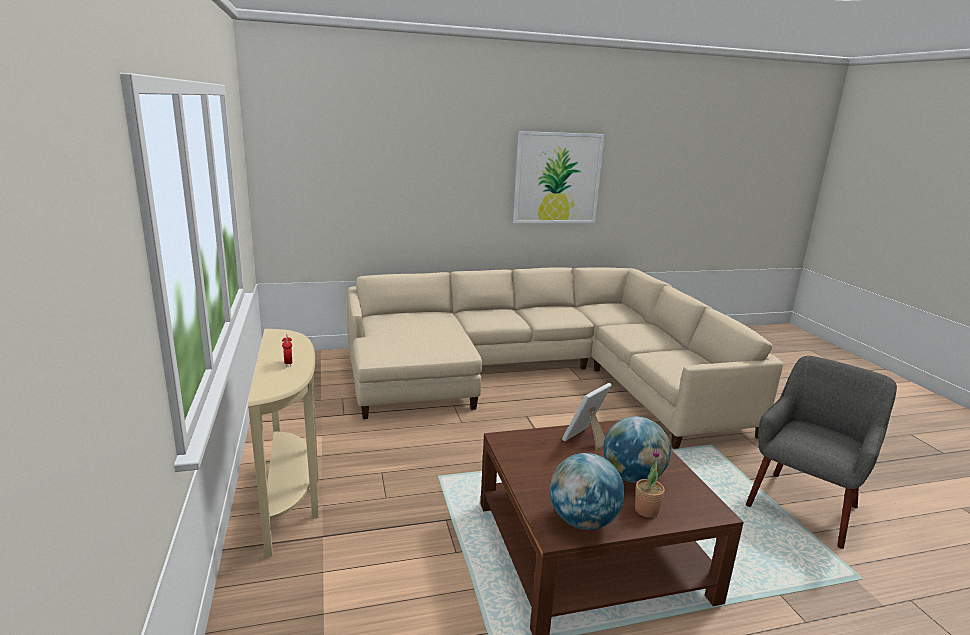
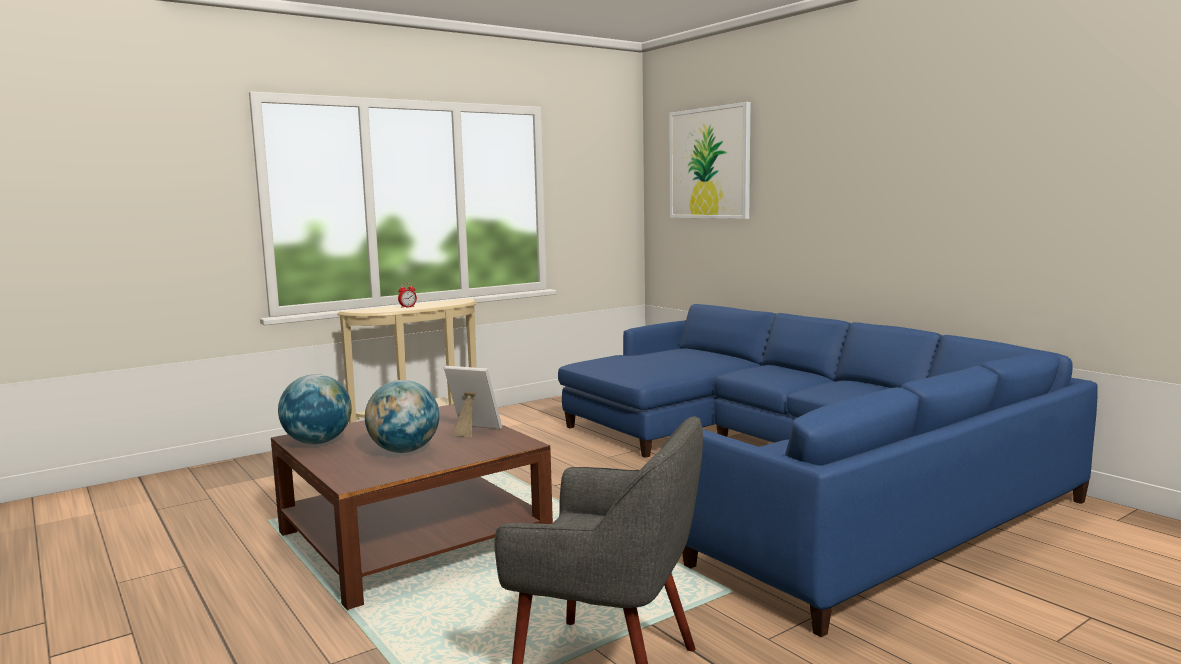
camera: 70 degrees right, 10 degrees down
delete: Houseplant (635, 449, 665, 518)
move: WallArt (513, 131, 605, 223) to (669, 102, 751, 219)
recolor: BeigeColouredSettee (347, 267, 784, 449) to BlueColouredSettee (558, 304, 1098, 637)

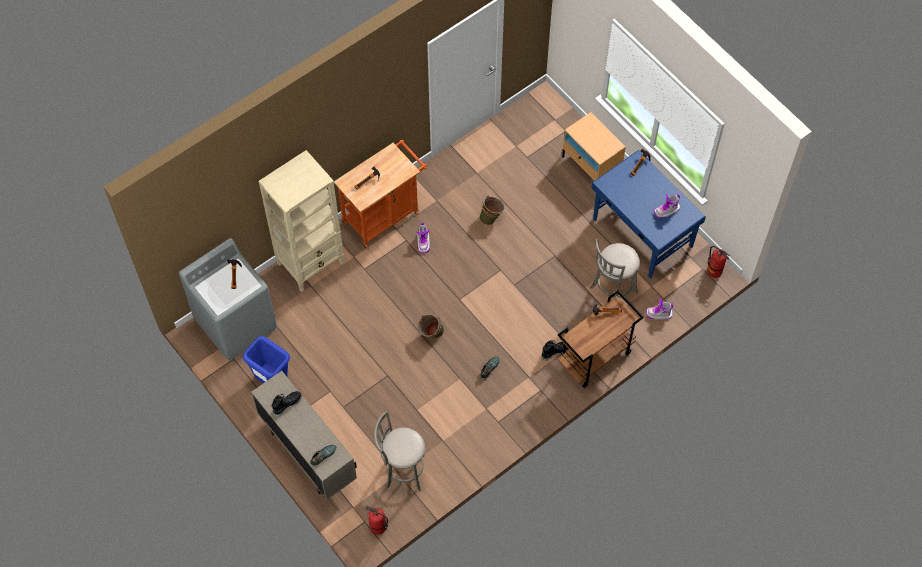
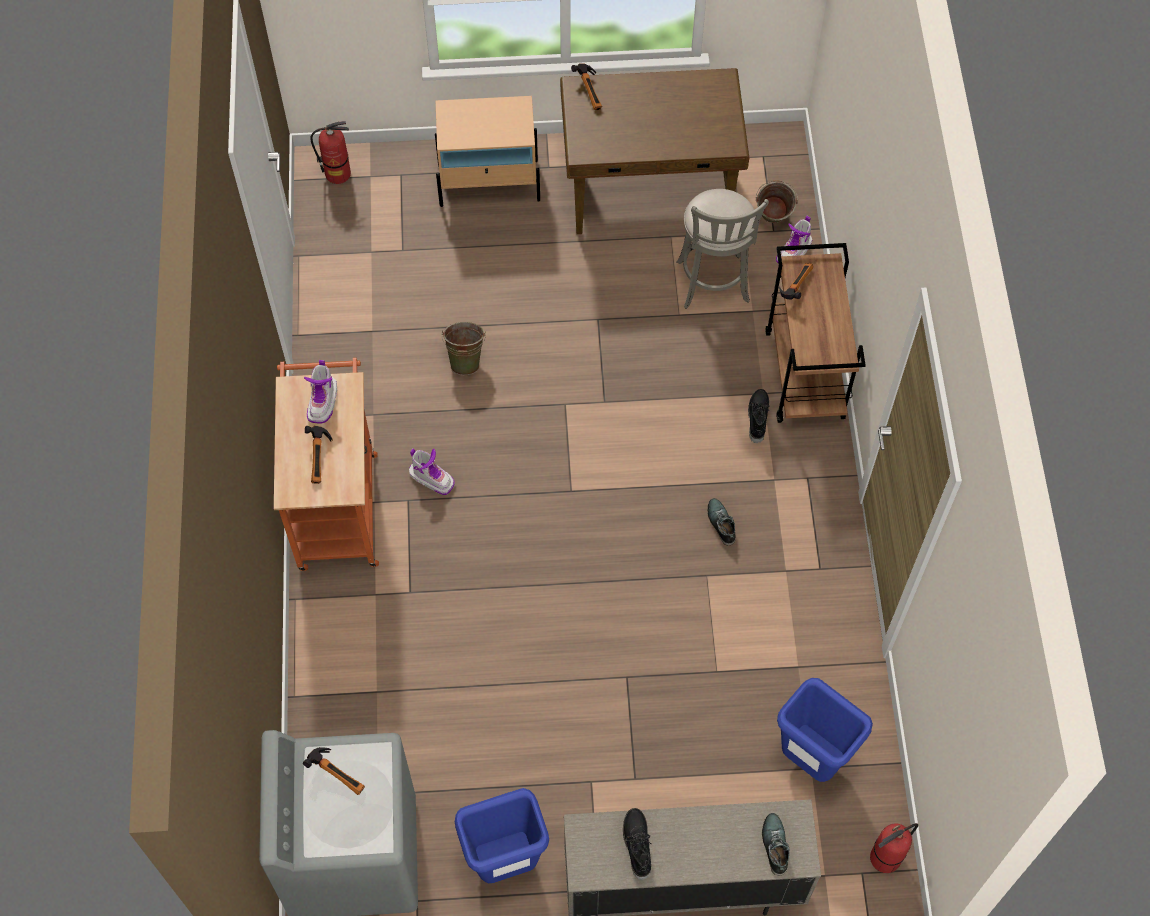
camera: 55 degrees left, 0 degrees up
delete: BeigeColouredBookcase (259, 150, 344, 292)
move: HighTopBoot (654, 194, 680, 218) to (304, 360, 337, 424); FireFightingCylinder (707, 246, 729, 278) to (310, 121, 351, 184); GreenColouredBucket (418, 313, 444, 338) to (756, 180, 798, 223)
replace: GraySittingStool (374, 410, 425, 491) to BlueColouredTrashCan (777, 678, 873, 782)
recolor: BlueColouredDeskTable (591, 150, 706, 279) to BrownishDeskTable (560, 68, 749, 234)

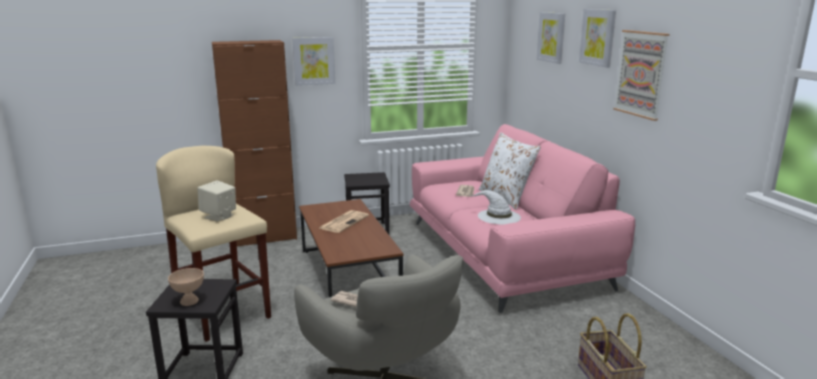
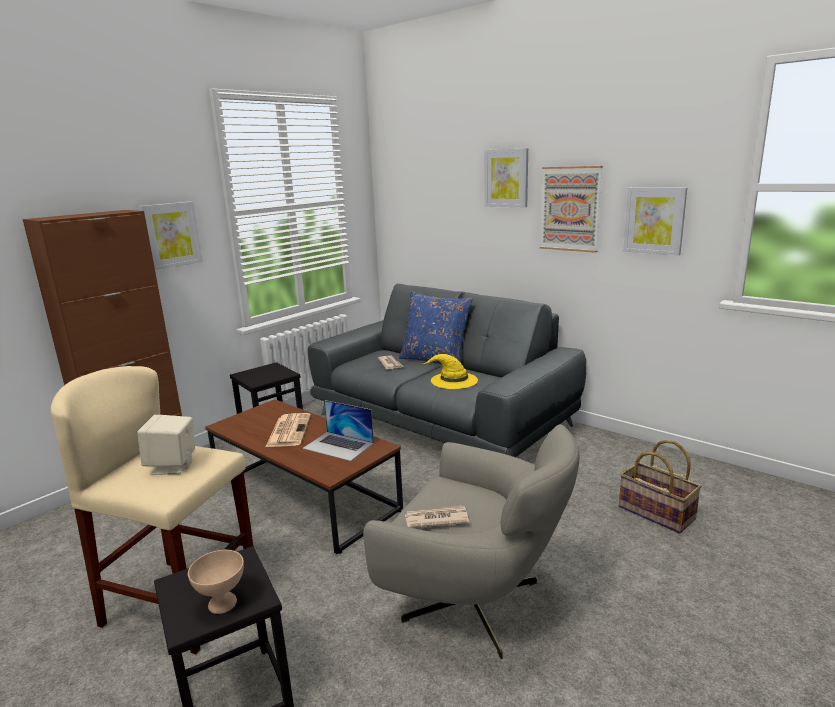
camera: 30 degrees left, 0 degrees up
insert: PortableComputer (303, 400, 374, 461)
move: WallArt (536, 12, 565, 64) to (623, 187, 687, 255)
recolor: PinkSettee (410, 124, 635, 313) to GraySettee (308, 284, 586, 457); WhitishPillow (479, 132, 541, 210) to BlueColouredPillow (399, 291, 473, 364); WhitishClothingHat (470, 190, 521, 225) to YellowishClothingHat (420, 354, 478, 389)

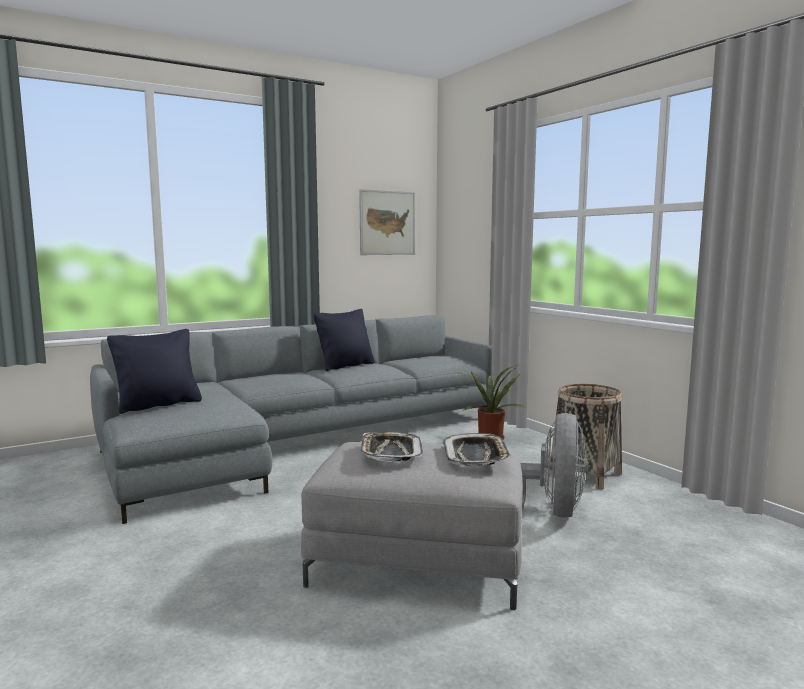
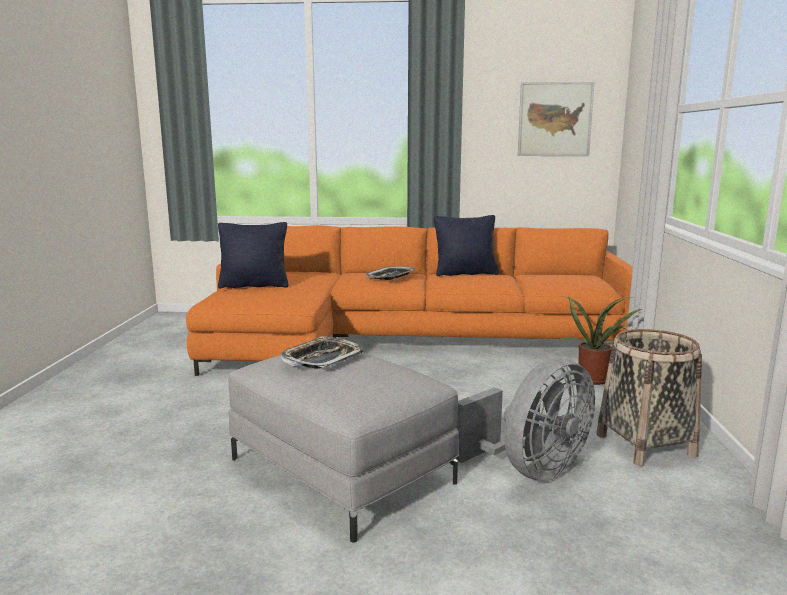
camera: 35 degrees right, 5 degrees up
move: Tray (443, 433, 511, 466) to (366, 266, 416, 280)
recolor: GraySettee (90, 315, 492, 524) to OrangeColouredSettee (186, 225, 632, 376)

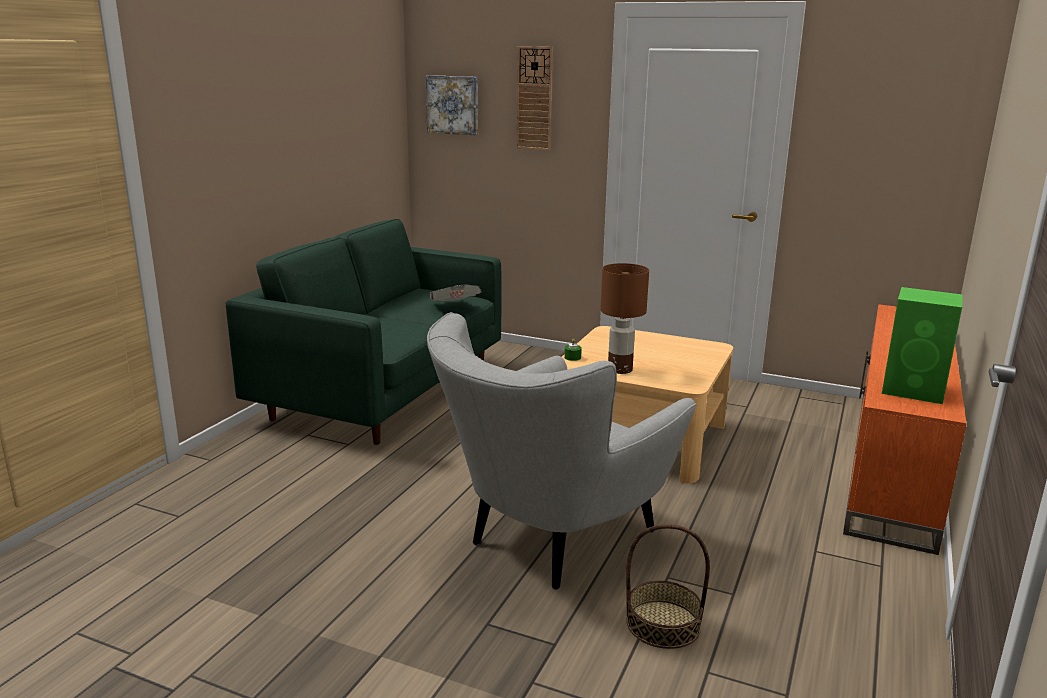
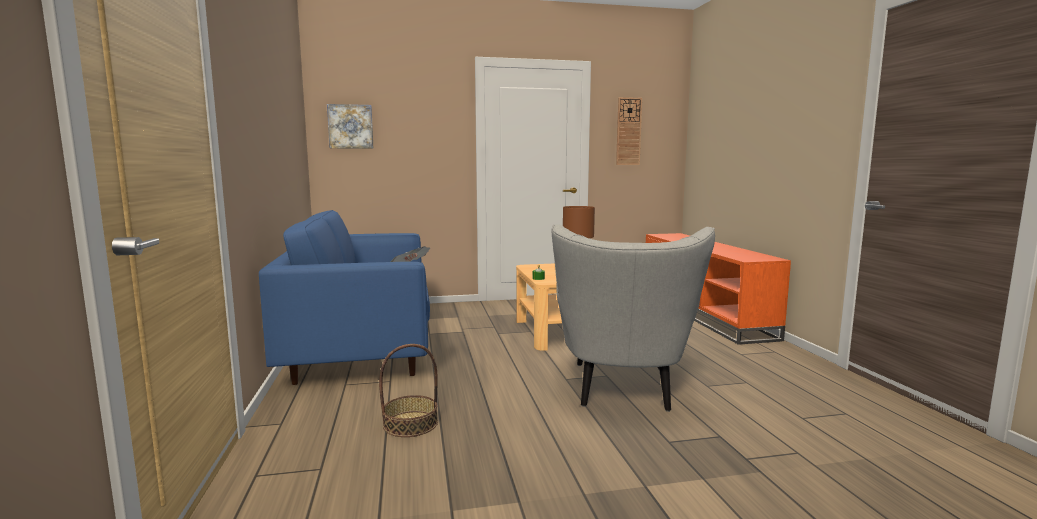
camera: 35 degrees left, 10 degrees down
delete: GreenColouredAudioSpeaker (882, 287, 963, 404)
move: HangingClock (516, 46, 553, 151) to (616, 97, 642, 165); StorageBasket (626, 524, 710, 649) to (379, 344, 438, 437)
recolor: GreenColouredSettee (226, 219, 501, 445) to BlueColouredSettee (259, 210, 430, 385)

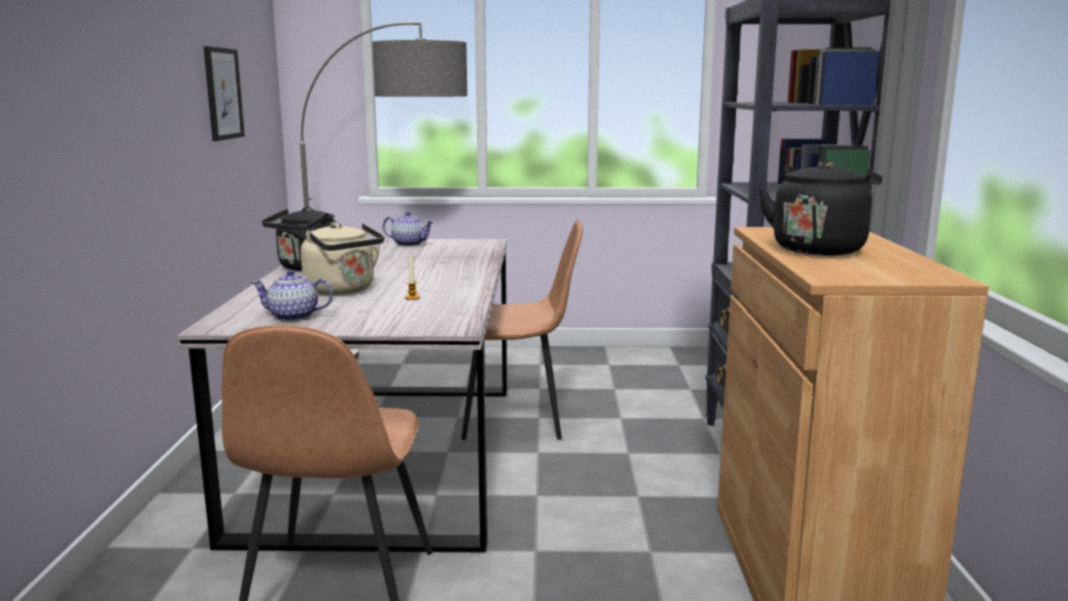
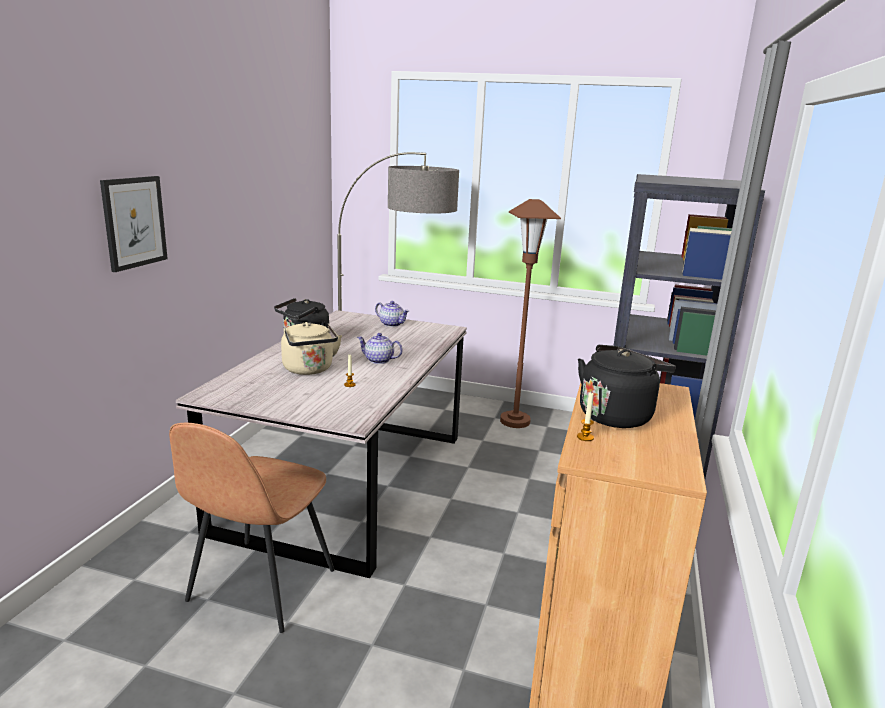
camera: 15 degrees right, 5 degrees up
delete: BrownishChair (461, 219, 583, 440)
insert: BrownishStandingLamp (500, 199, 561, 428); Candle (577, 391, 594, 441)
move: WallArt (204, 46, 245, 141) to (100, 176, 168, 272); TeaPot (251, 269, 333, 321) to (357, 333, 403, 364)

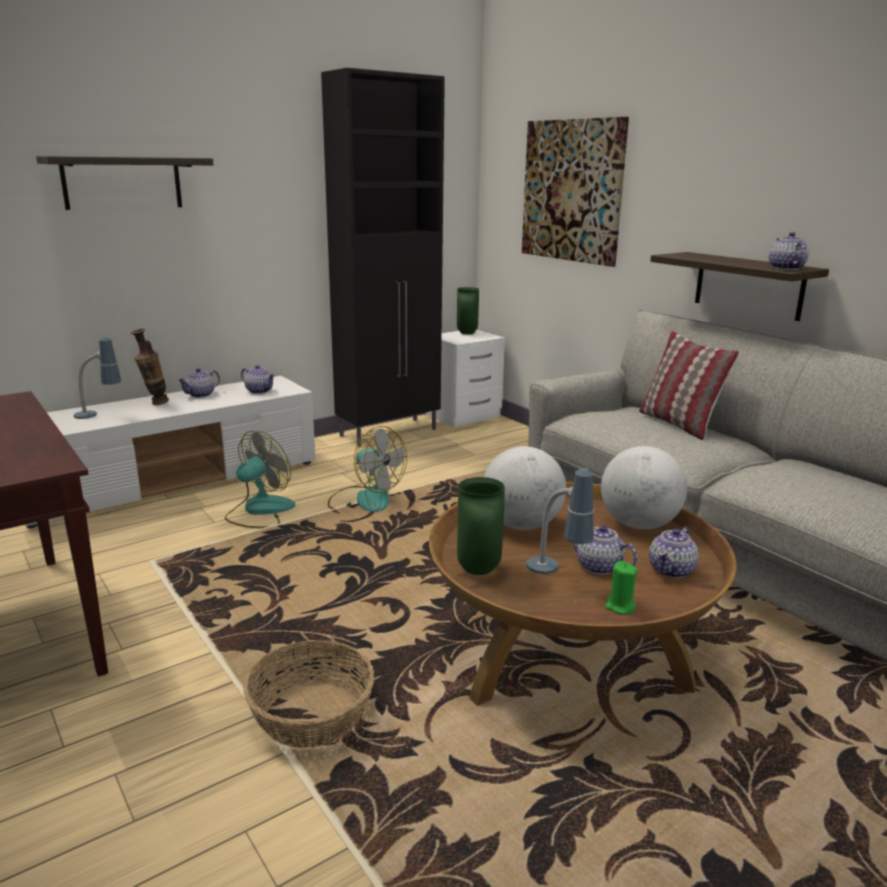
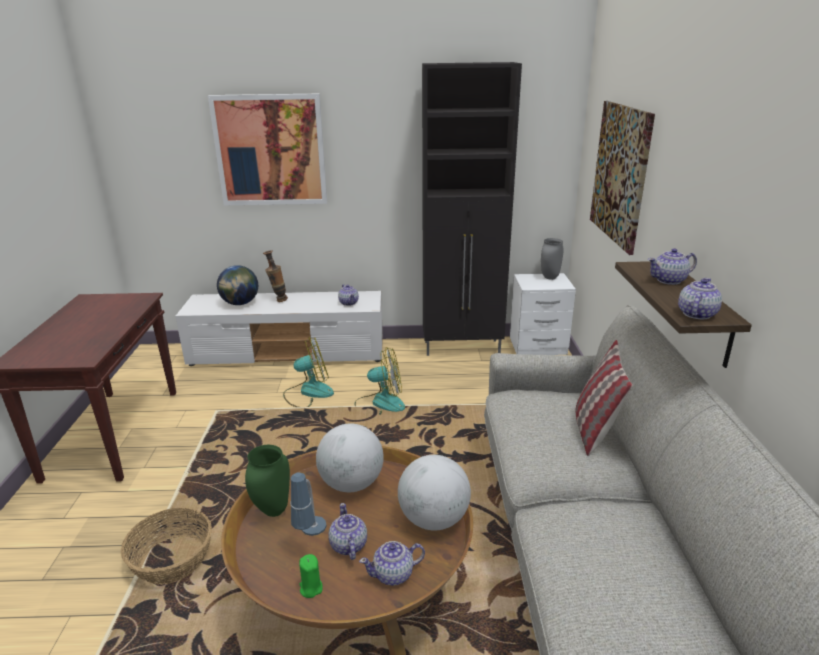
camera: 35 degrees right, 5 degrees up
move: TeaPot (177, 368, 220, 398) to (648, 248, 697, 285)
replace: BracketShelf (36, 156, 213, 210) to WallArt (208, 94, 327, 205); TableLamp (73, 337, 121, 419) to DeskGlobe (217, 265, 258, 305)
recolor: GreenColouredFlowerVase (457, 287, 479, 334) to GrayFlowerVase (541, 238, 564, 280)
rotate: CoolingFan (328, 426, 407, 512) = (354, 347, 405, 415) 75 degrees counterclockwise

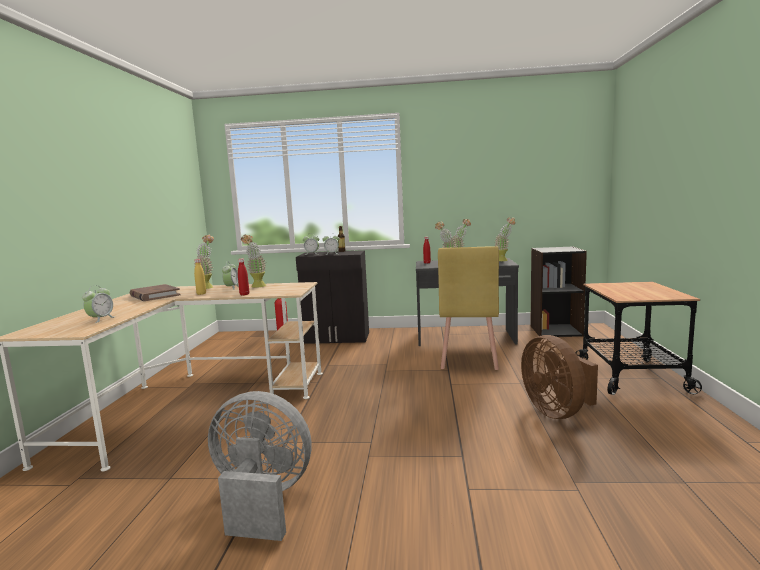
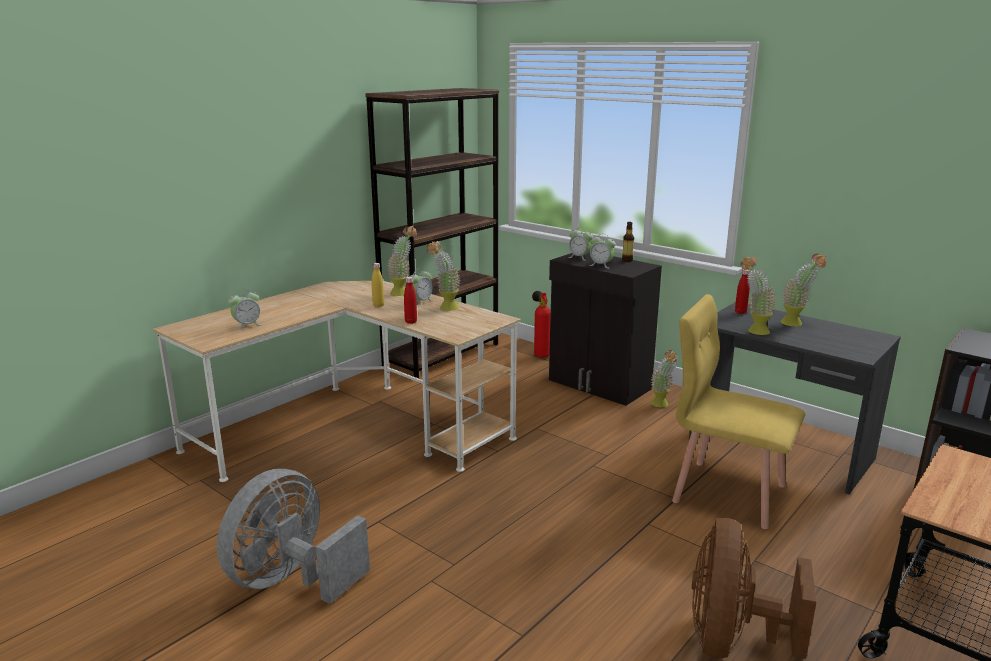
camera: 35 degrees right, 10 degrees up
delete: BrownishBoundBook (130, 284, 181, 301)
insert: BrownishBookcase (365, 88, 499, 379)
move: Houseplant (495, 217, 515, 261) to (651, 350, 678, 408)
rotate: YellowishChair (438, 246, 499, 370) = (672, 294, 806, 529) 75 degrees clockwise; GrayCoolingFan (208, 391, 312, 541) = (217, 469, 370, 604) 105 degrees counterclockwise

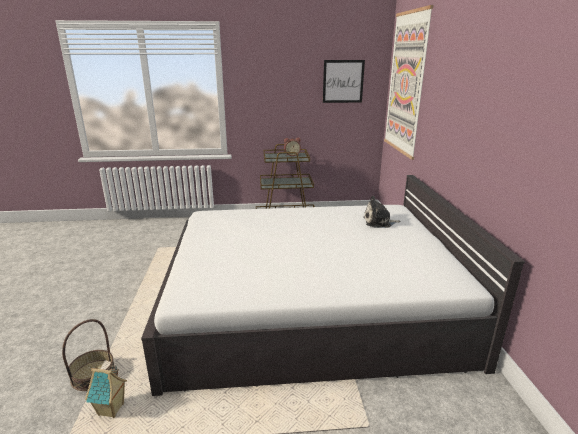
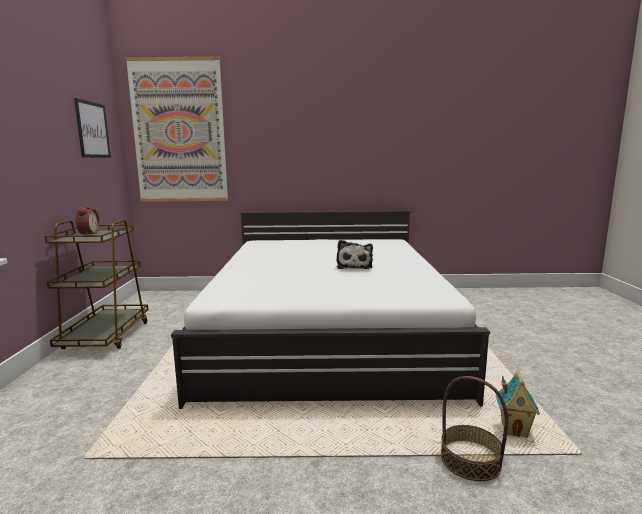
camera: 85 degrees left, 10 degrees down
move: PlushToy (363, 196, 401, 228) to (336, 240, 373, 269)

